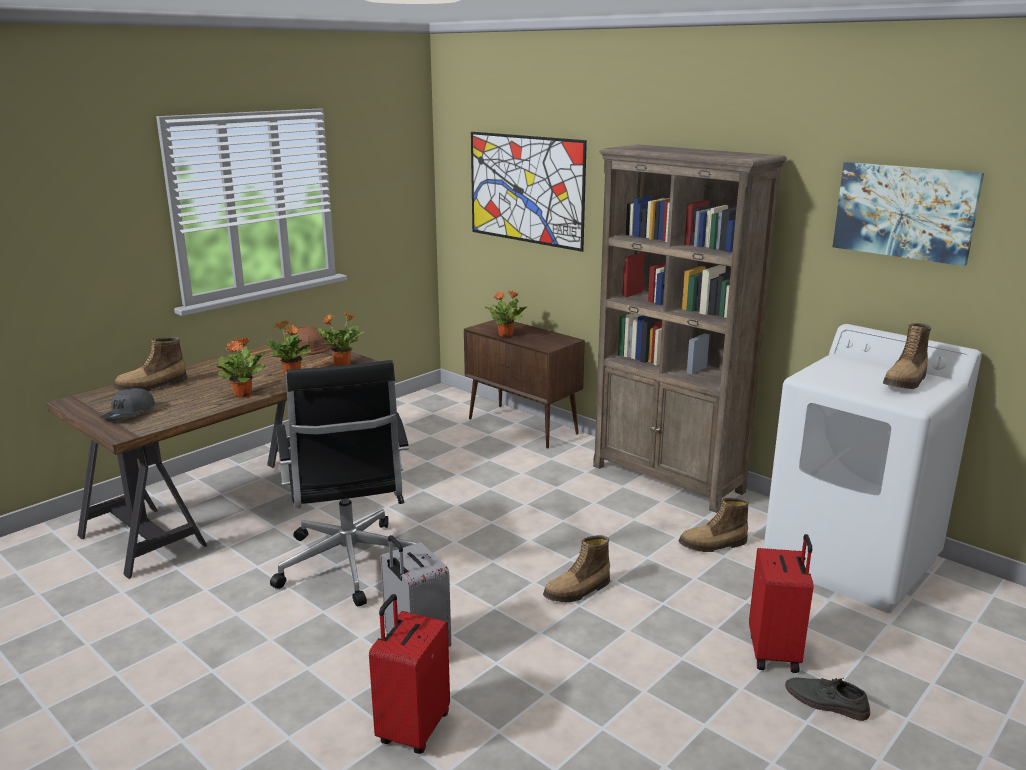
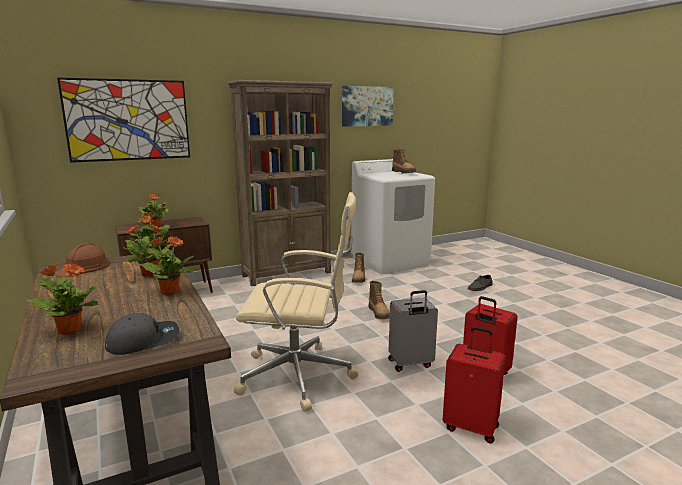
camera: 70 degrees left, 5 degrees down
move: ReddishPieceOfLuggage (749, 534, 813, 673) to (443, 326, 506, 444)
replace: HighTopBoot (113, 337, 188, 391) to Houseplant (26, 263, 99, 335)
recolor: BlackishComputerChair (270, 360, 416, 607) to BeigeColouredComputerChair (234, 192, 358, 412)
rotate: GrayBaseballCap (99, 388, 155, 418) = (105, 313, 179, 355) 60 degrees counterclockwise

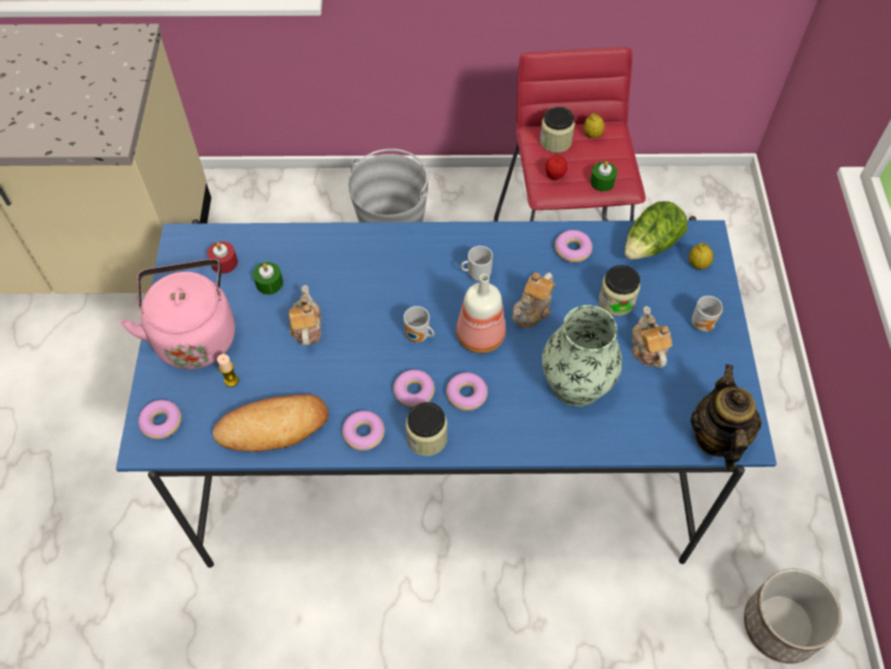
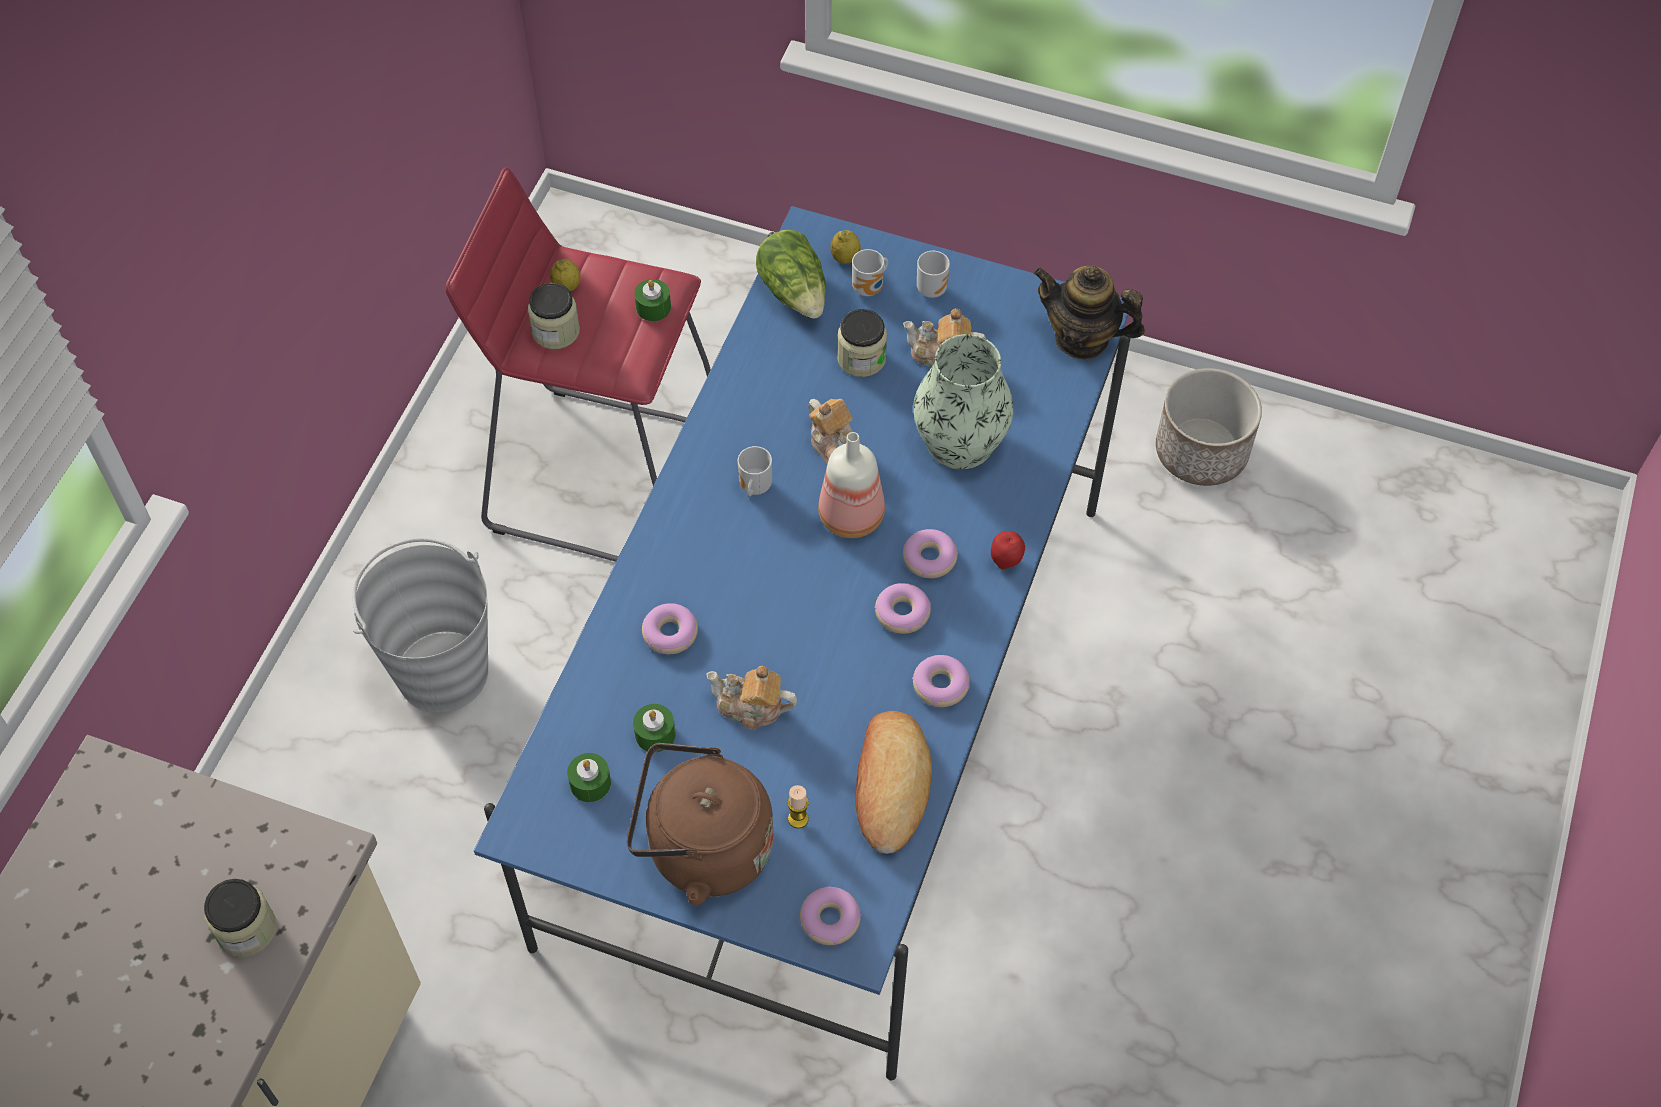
camera: 70 degrees left, 0 degrees up
move: AppleFruit (545, 155, 568, 180) to (991, 531, 1025, 569); Doughnut (555, 230, 592, 263) to (642, 603, 698, 654); TeaMug (404, 306, 435, 342) to (852, 249, 888, 296); Jar (406, 402, 447, 456) to (204, 879, 277, 957)
recolor: ReddishCandle (207, 241, 238, 274) to GreenColouredCandle (567, 753, 611, 802); PinkTeaKettle (120, 259, 235, 369) to BrownishTeaKettle (627, 743, 773, 905)

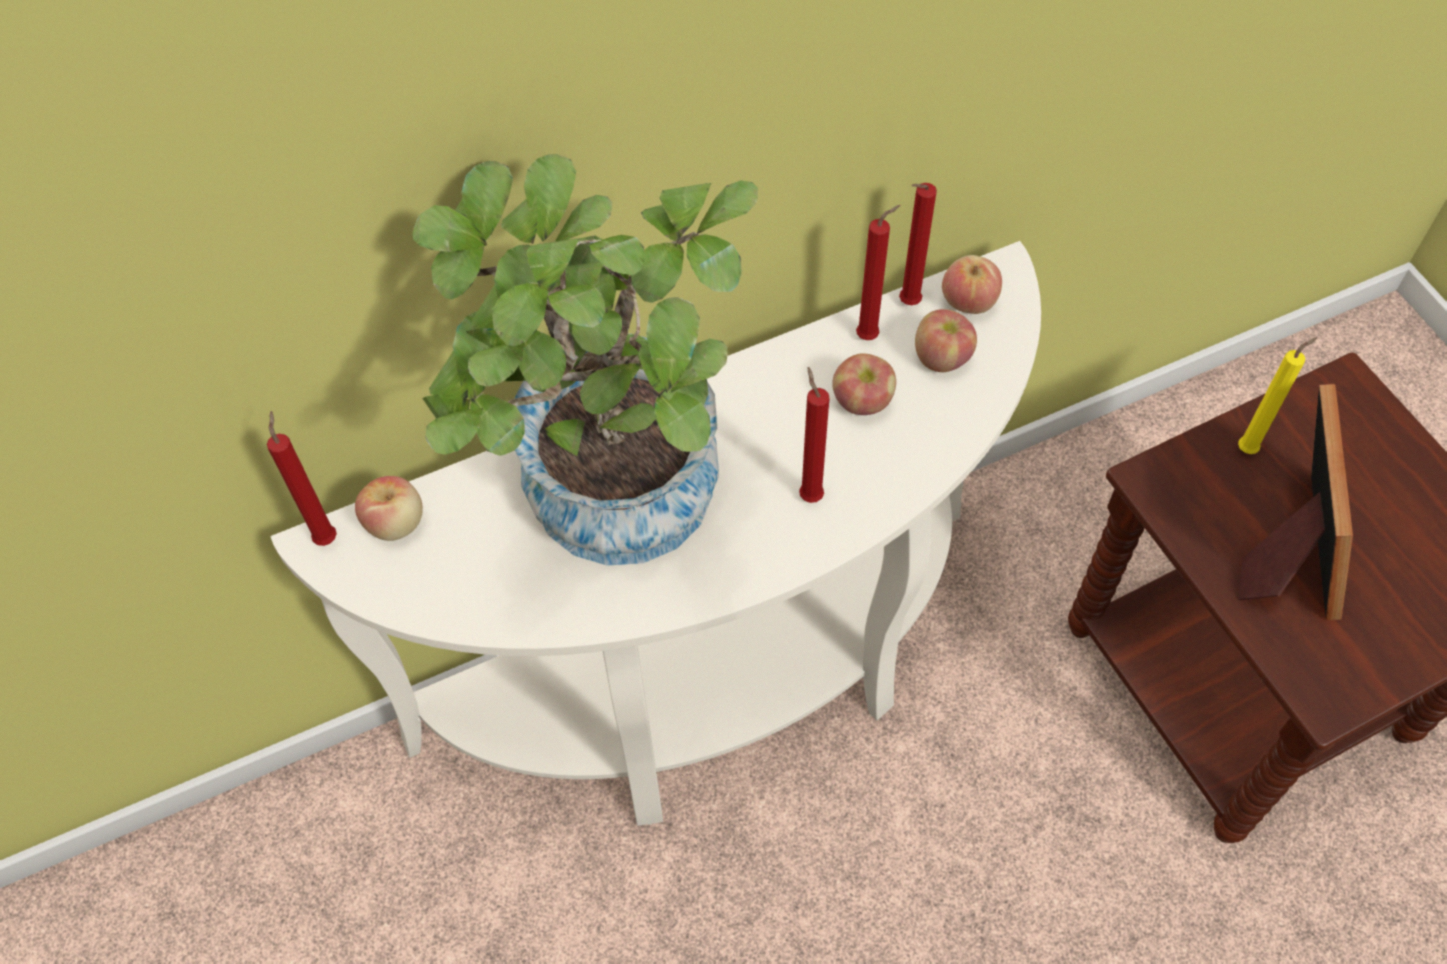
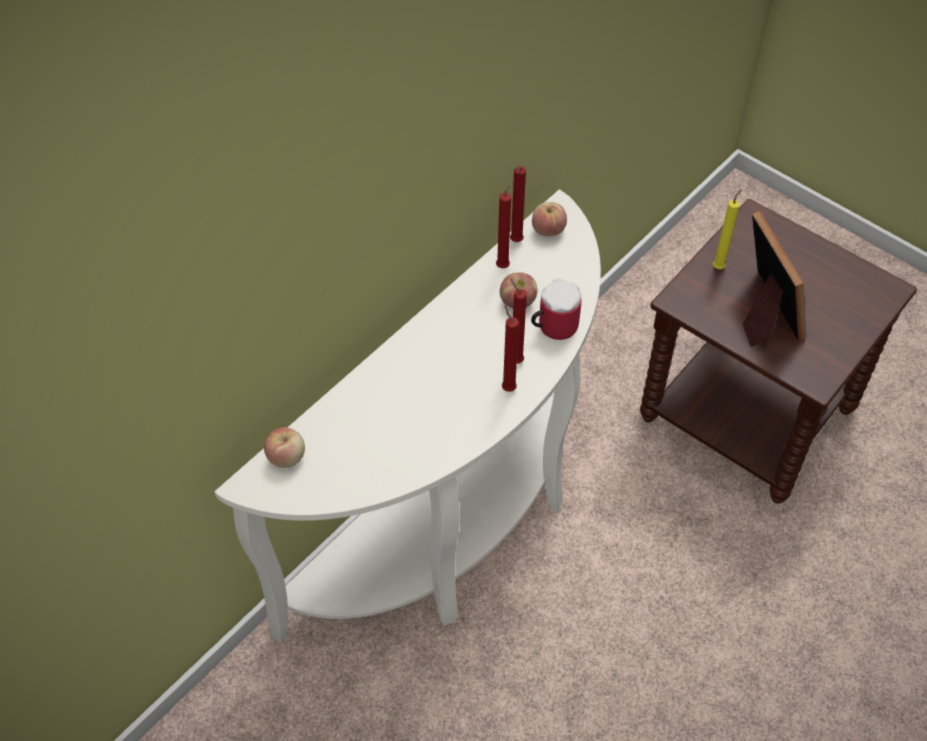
camera: 25 degrees left, 5 degrees down
delete: Houseplant (412, 154, 758, 566); AppleFruit (915, 309, 977, 372)
insert: TeaMug (531, 279, 582, 340)
move: ReddishCandle (267, 411, 337, 546) to (502, 305, 519, 392)

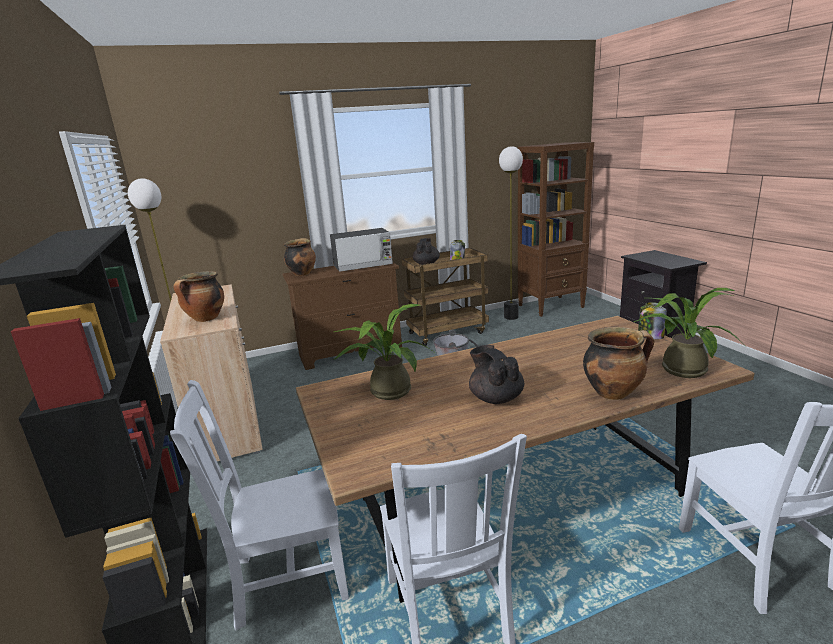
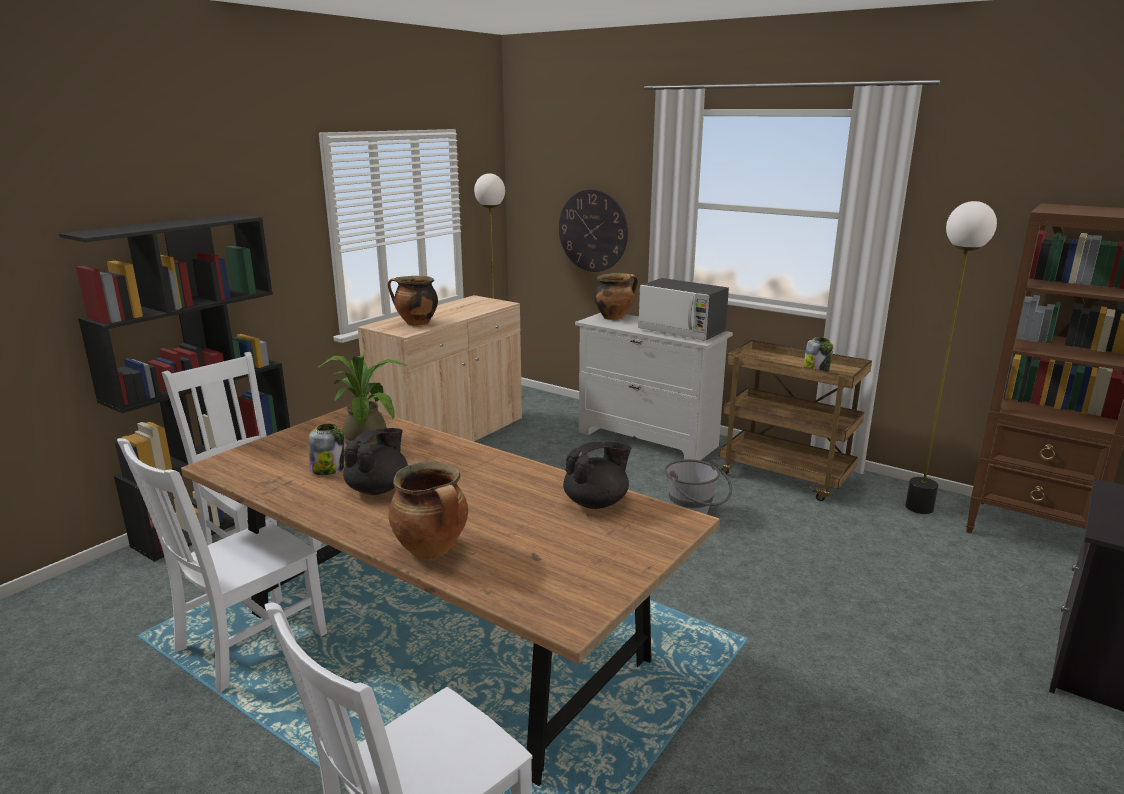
camera: 55 degrees right, 0 degrees up
delete: Houseplant (634, 288, 747, 378)
insert: HangingClock (559, 189, 628, 272)
move: BlackishTeaPot (413, 238, 440, 265) to (563, 442, 631, 509); Jar (638, 302, 667, 340) to (309, 424, 344, 475)
recolor: BrownishDresser (283, 263, 402, 370) to WhitishDresser (575, 313, 733, 460)

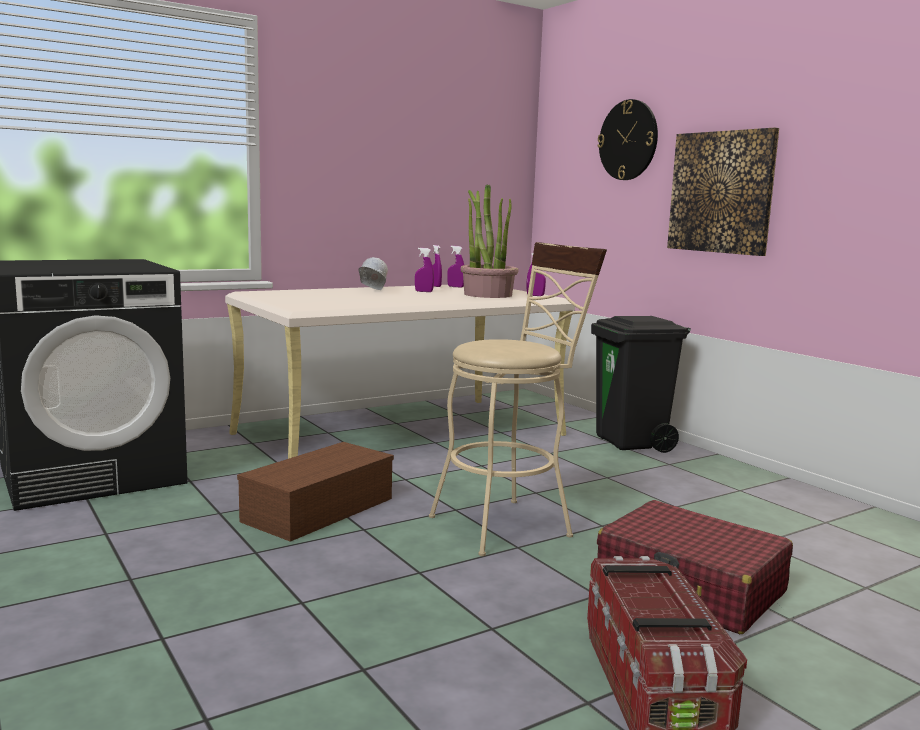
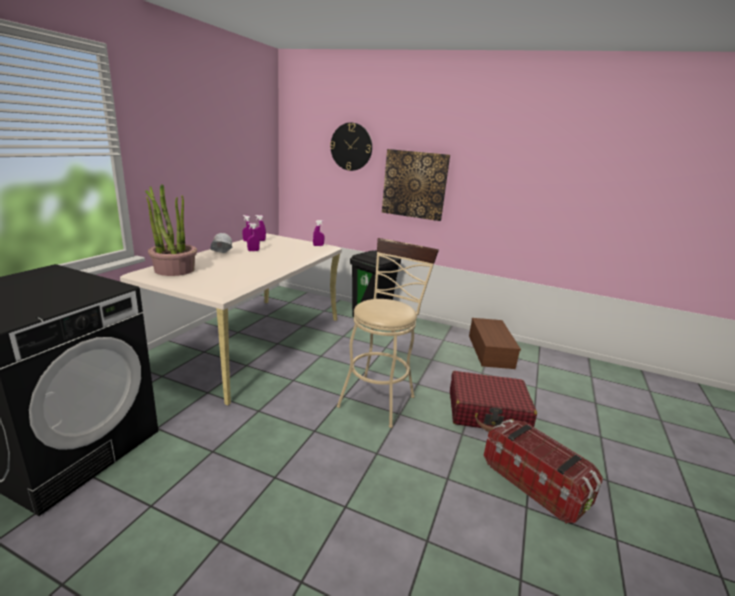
camera: 35 degrees left, 10 degrees up
move: Houseplant (461, 185, 518, 298) to (145, 184, 197, 276); BrownishStorageBox (237, 442, 394, 542) to (469, 318, 521, 369)

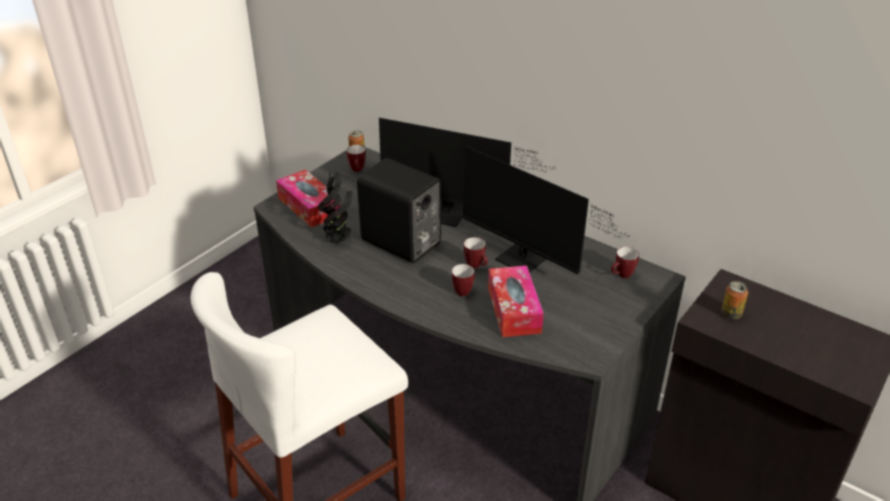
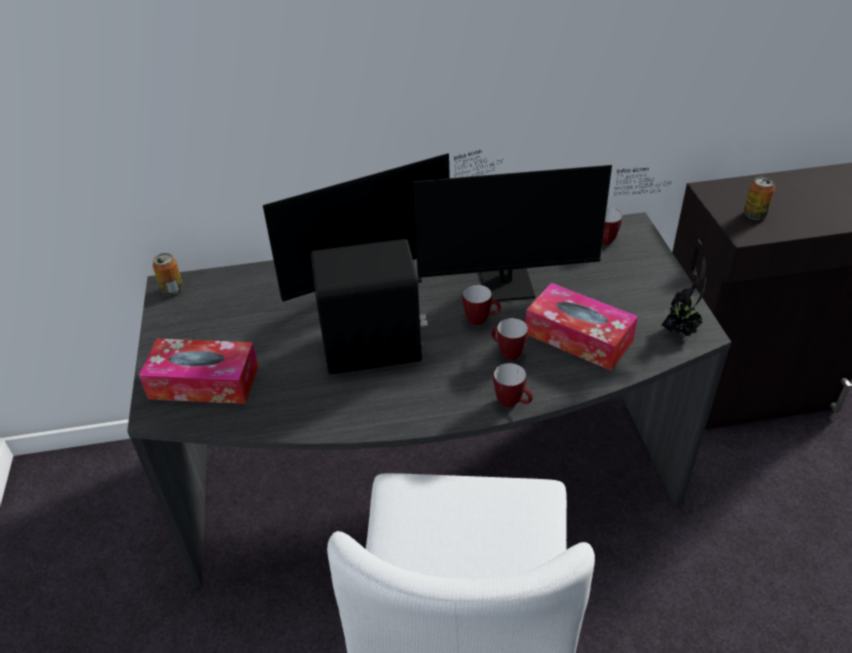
camera: 45 degrees left, 5 degrees up
move: TeaMug (346, 145, 366, 172) to (493, 363, 533, 407); Houseplant (318, 172, 352, 243) to (662, 237, 706, 336)

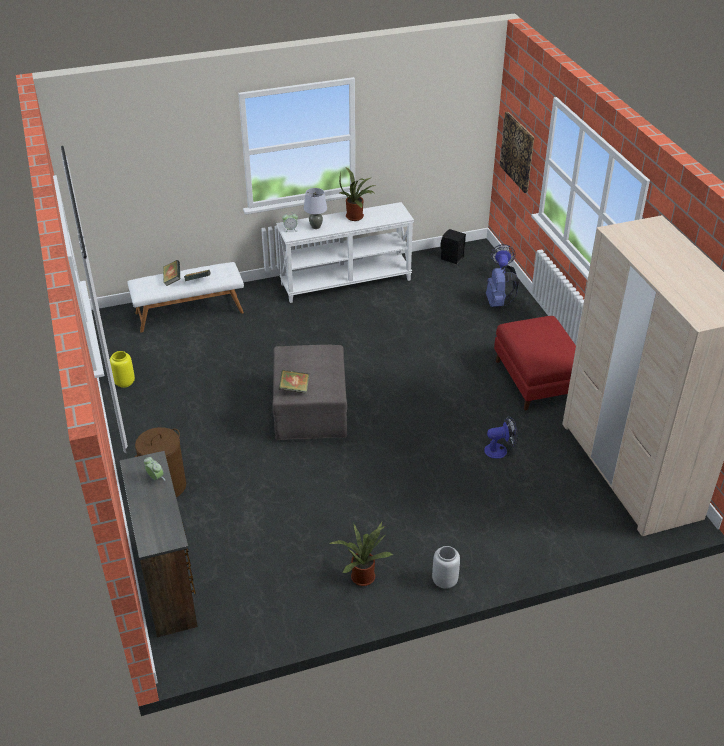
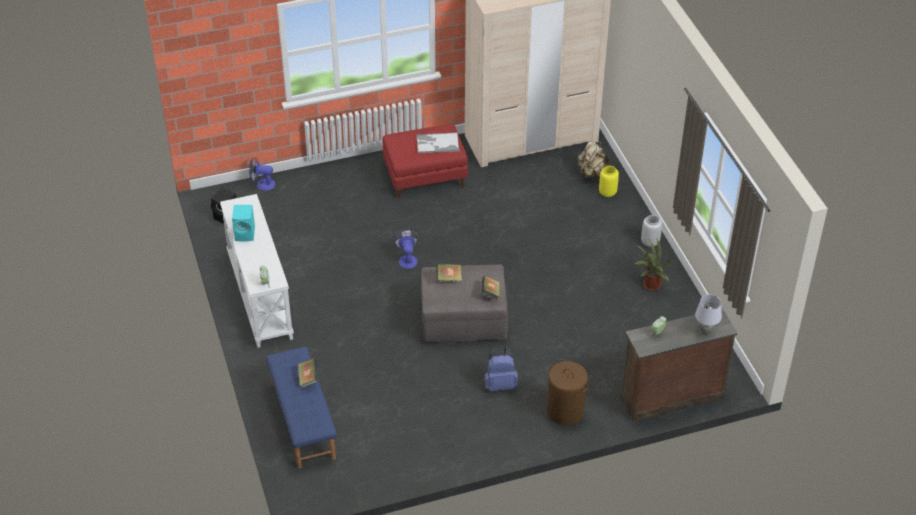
camera: 90 degrees left, 5 degrees up
delete: WallArt (500, 112, 534, 193)
insert: Tray (416, 132, 460, 153); BeigeColouredRucksack (578, 141, 610, 179)
move: GrayTableLamp (304, 188, 327, 229) to (695, 295, 722, 336); BoundBook (163, 260, 181, 286) to (436, 264, 462, 282); BlueColouredRucksack (486, 265, 519, 307) to (484, 346, 518, 391); YellowishFlowerVase (110, 351, 135, 388) to (599, 166, 619, 197); CoolingFan (484, 416, 518, 459) to (393, 230, 419, 269)
replace: Houseplant (339, 167, 377, 221) to BlueGreenAudioSpeaker (232, 205, 255, 242)
recolor: WhitishLongSeat (127, 262, 244, 333) to BlueColouredLongSeat (266, 347, 337, 469)

